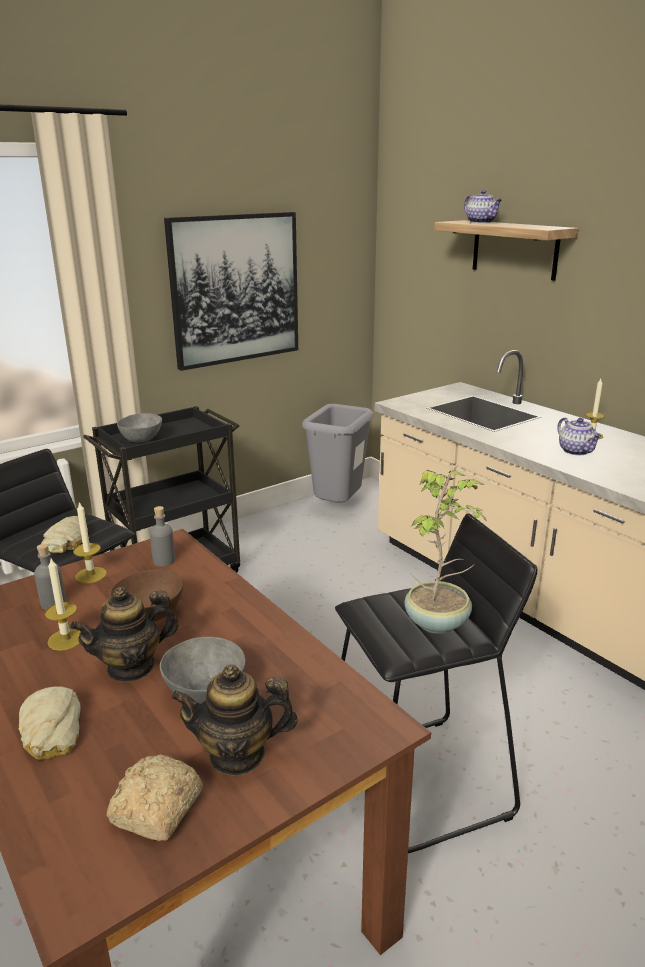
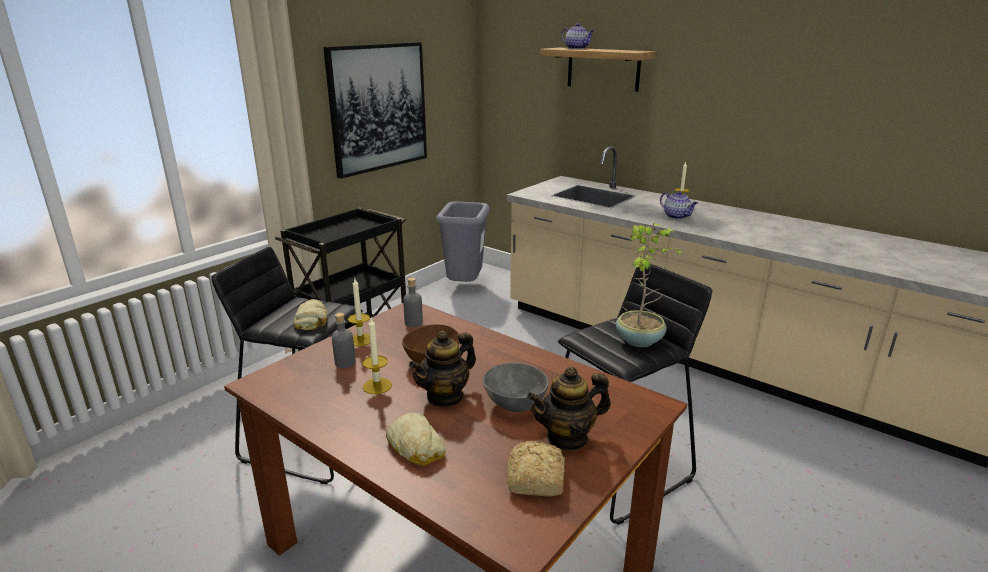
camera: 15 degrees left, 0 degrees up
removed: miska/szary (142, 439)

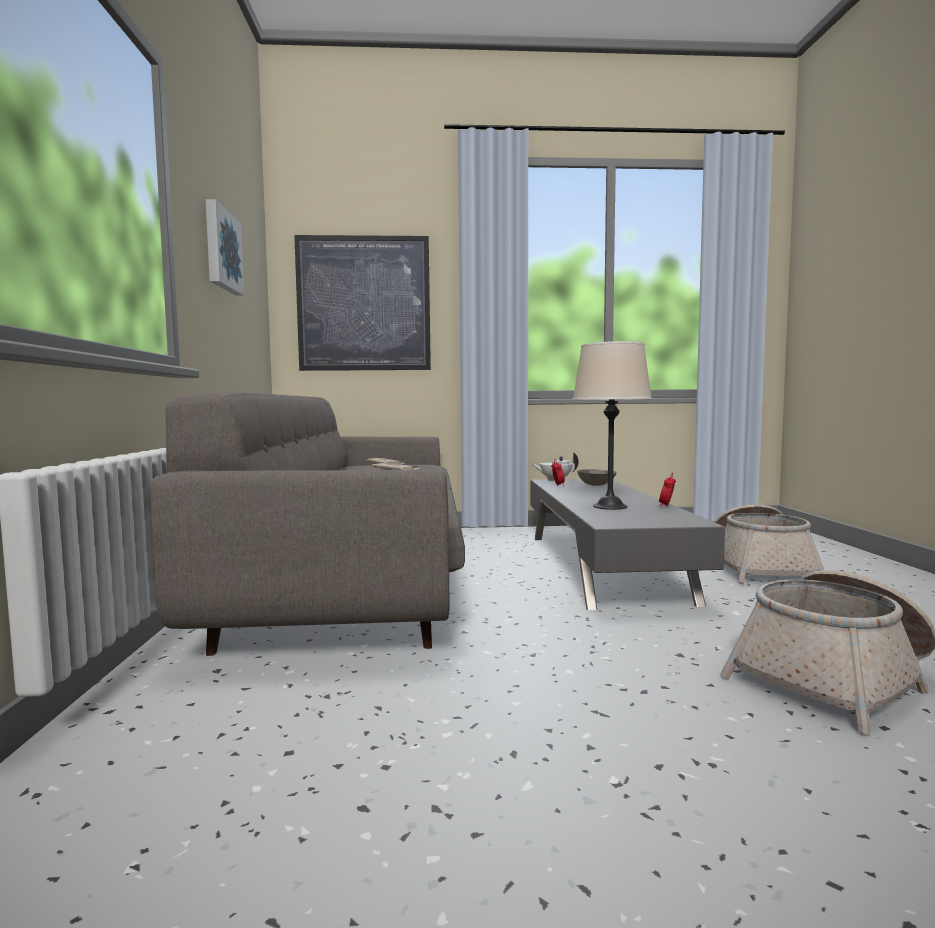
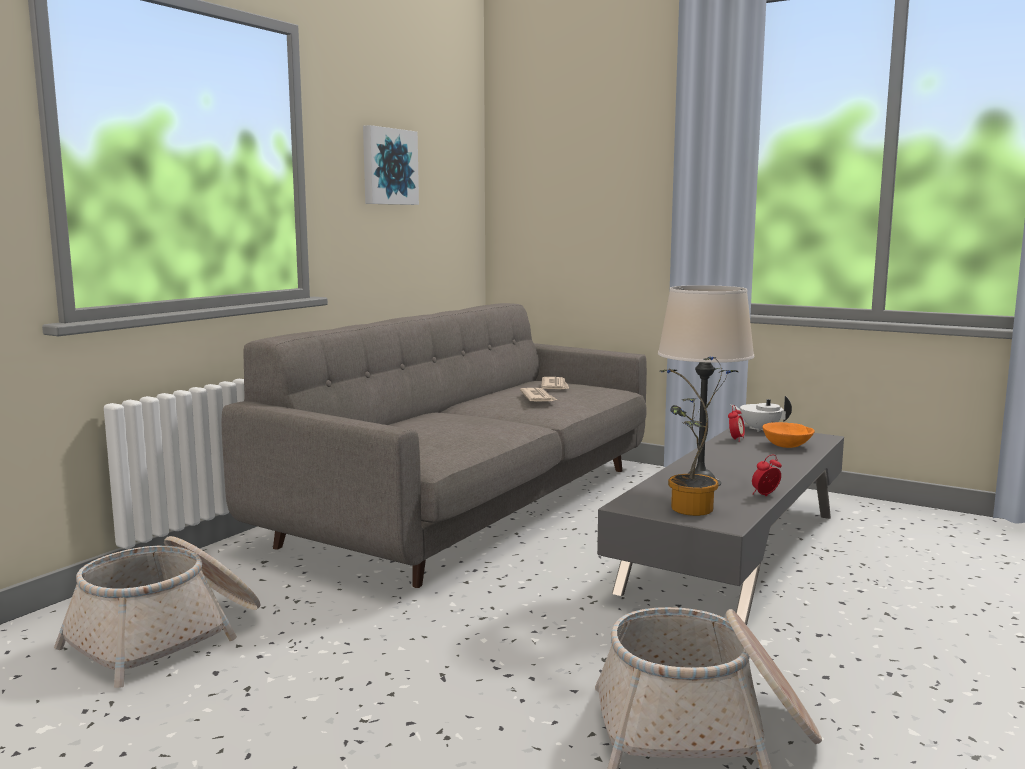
camera: 35 degrees right, 5 degrees up
removed: obraz (364, 304)
added: roślina doniczkowa (690, 511)
moved: koszyk (759, 568) to (168, 636)
recoloured: miska/szary (595, 485) to miska/pomarańczowy (786, 446)

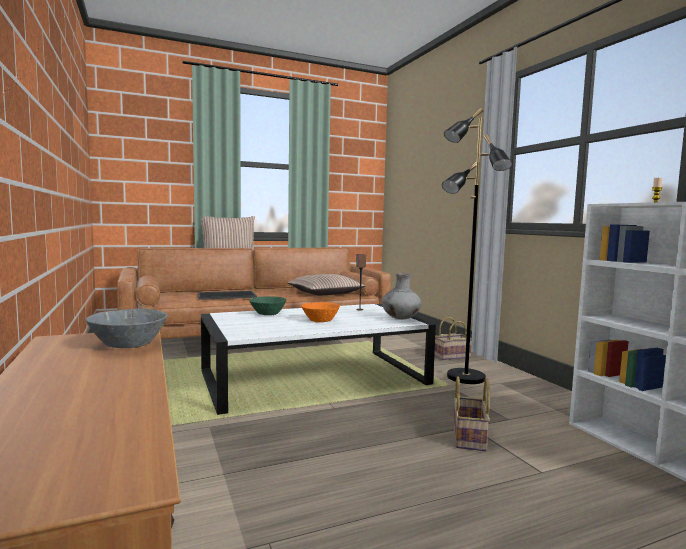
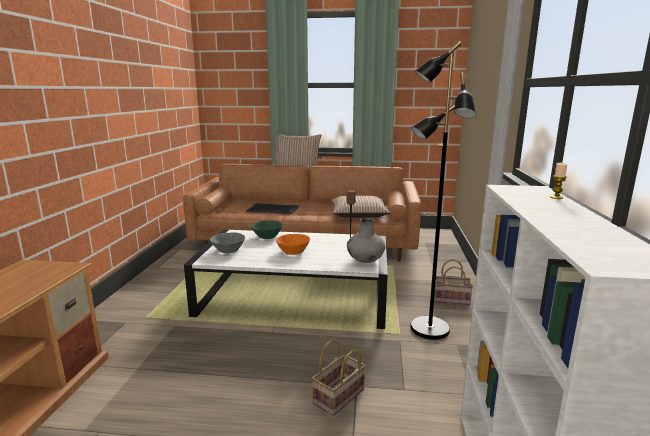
camera: 30 degrees right, 10 degrees up
moved: miska/szary (129, 344) to (228, 250)

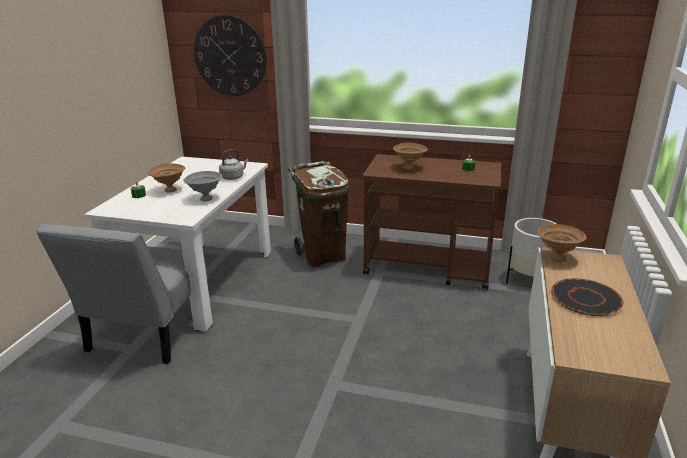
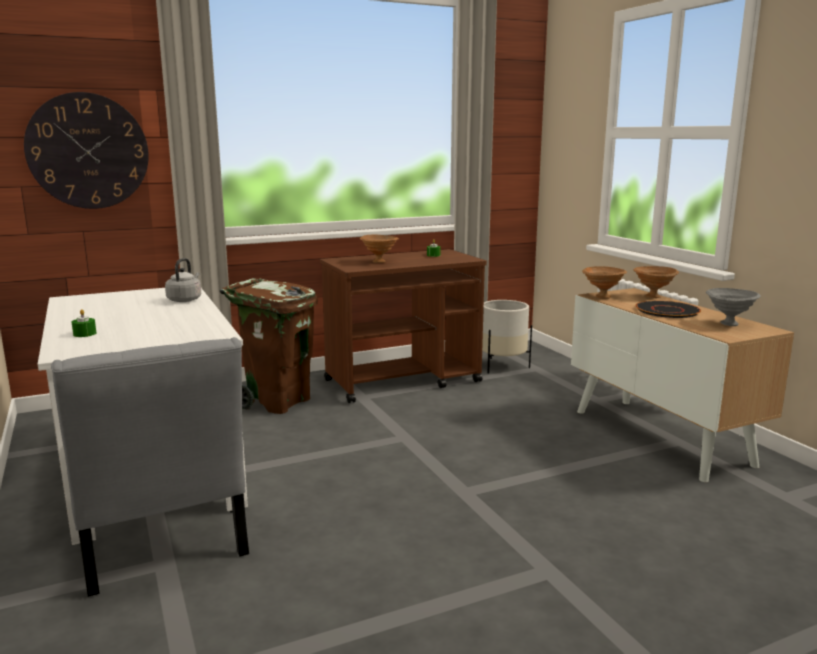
camera: 40 degrees left, 10 degrees down
moved: miska/brązowy (170, 190) to (654, 297); miska/szary (205, 199) to (729, 324)

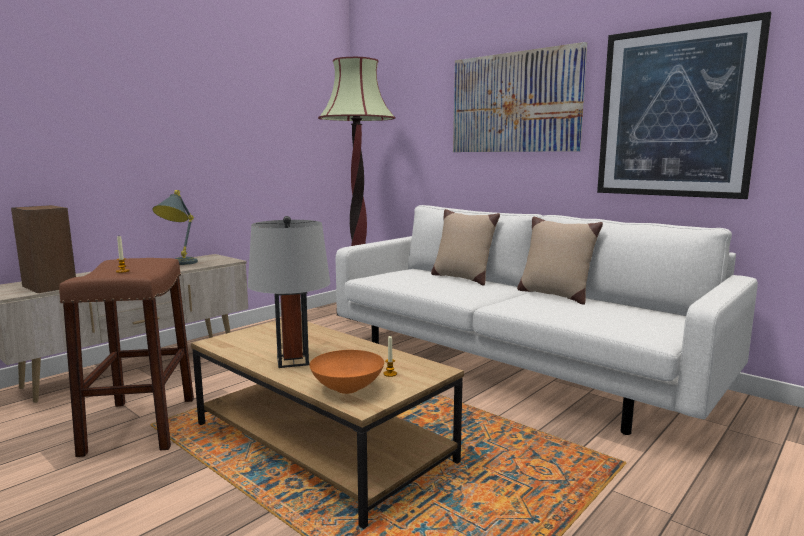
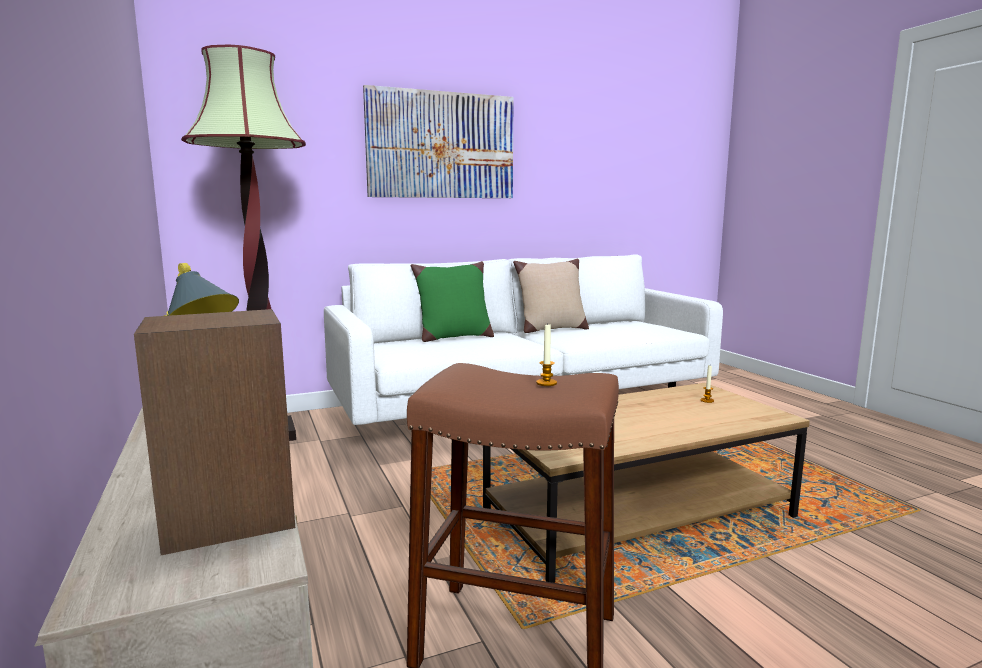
camera: 65 degrees left, 0 degrees up
removed: obraz (675, 112); lampa stołowa/szary (292, 361); miska/pomarańczowy (348, 389)
recoloured: poduszka/beżowy (462, 278) to poduszka/zielony (453, 337)

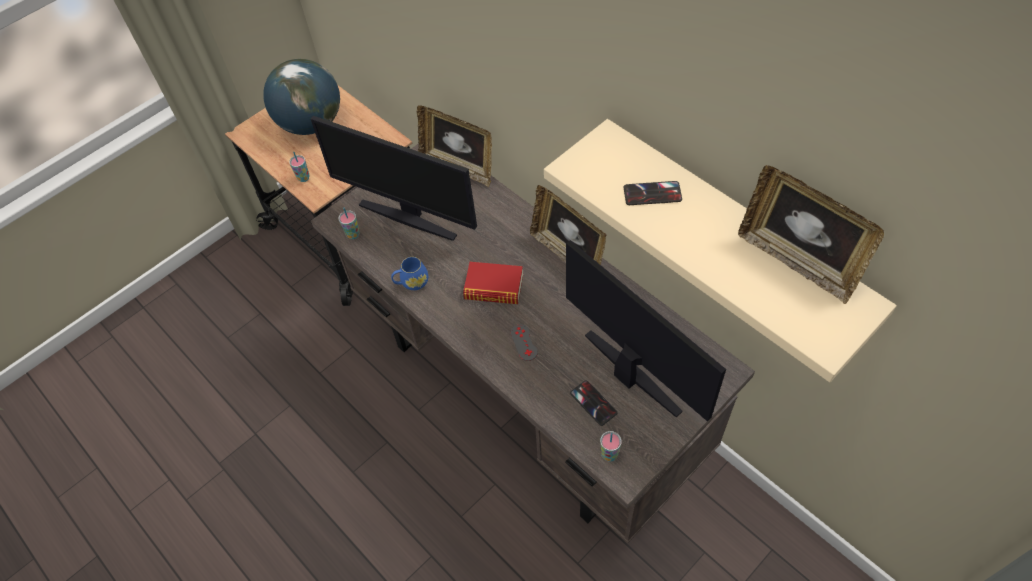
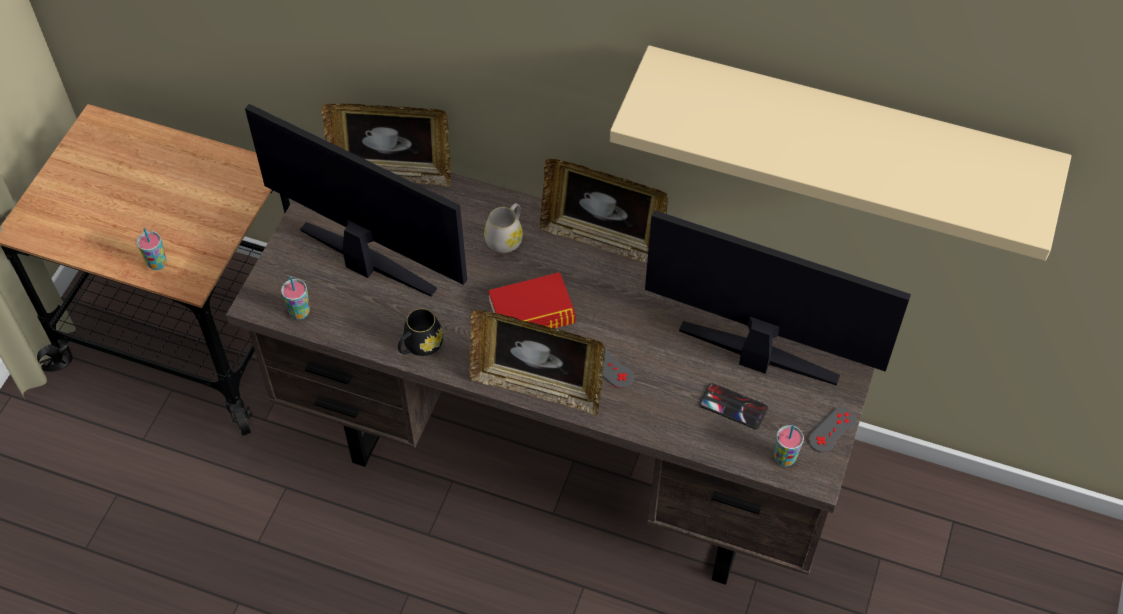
camera: 30 degrees left, 0 degrees up
removed: globus (311, 124); telefon (652, 194)
added: kubek/biały (506, 238); pad do gier/szary (832, 430)
moved: ramka na zdjęcie (797, 261) to (537, 386)
recoloured: kubek/niebieski (411, 282) to kubek/czarny (420, 346)
turned: monitor (409, 217) = (364, 263) 150 degrees counterclockwise

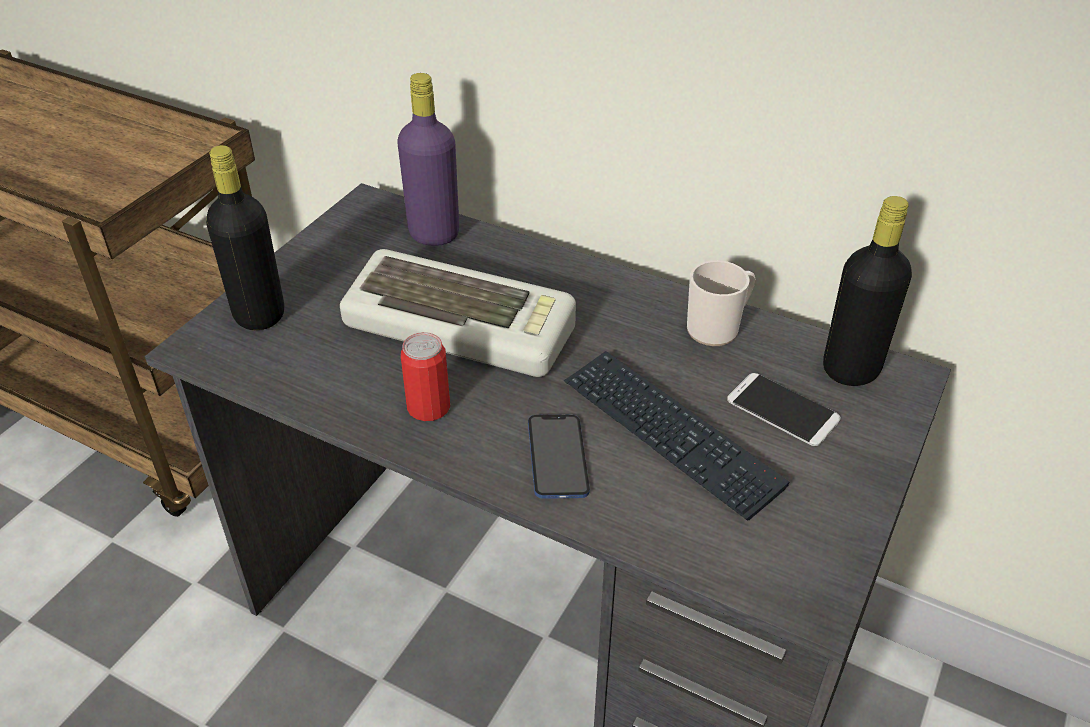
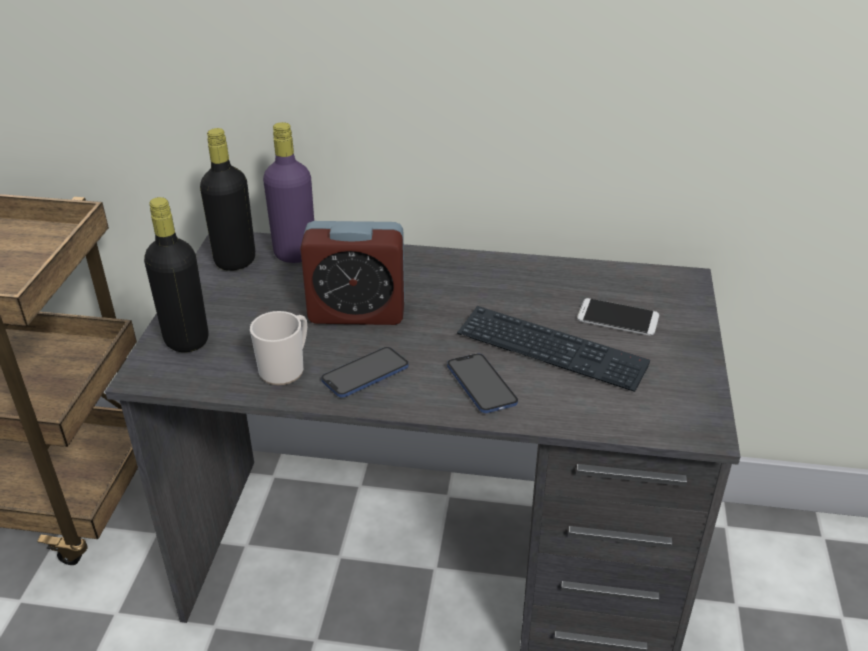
camera: 20 degrees left, 5 degrees down
moved: butelka/czarny (851, 369) to (235, 261); kubek (717, 328) to (286, 368)
replaced: klawiatura (463, 325) to budzik (357, 312); puszka (428, 407) to telefon (365, 374)

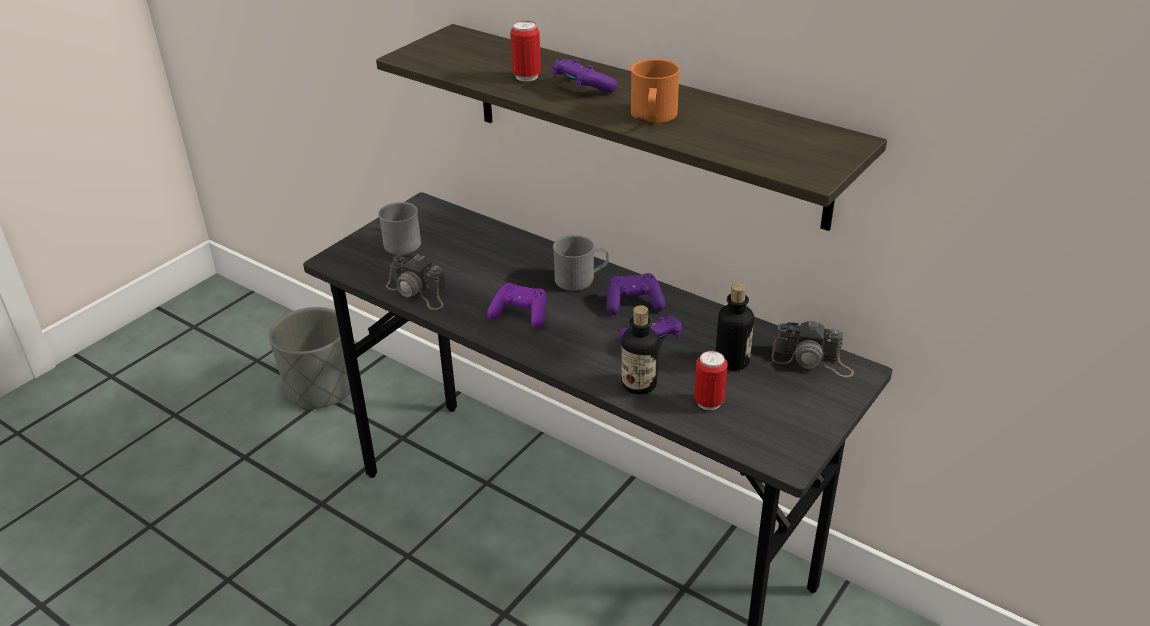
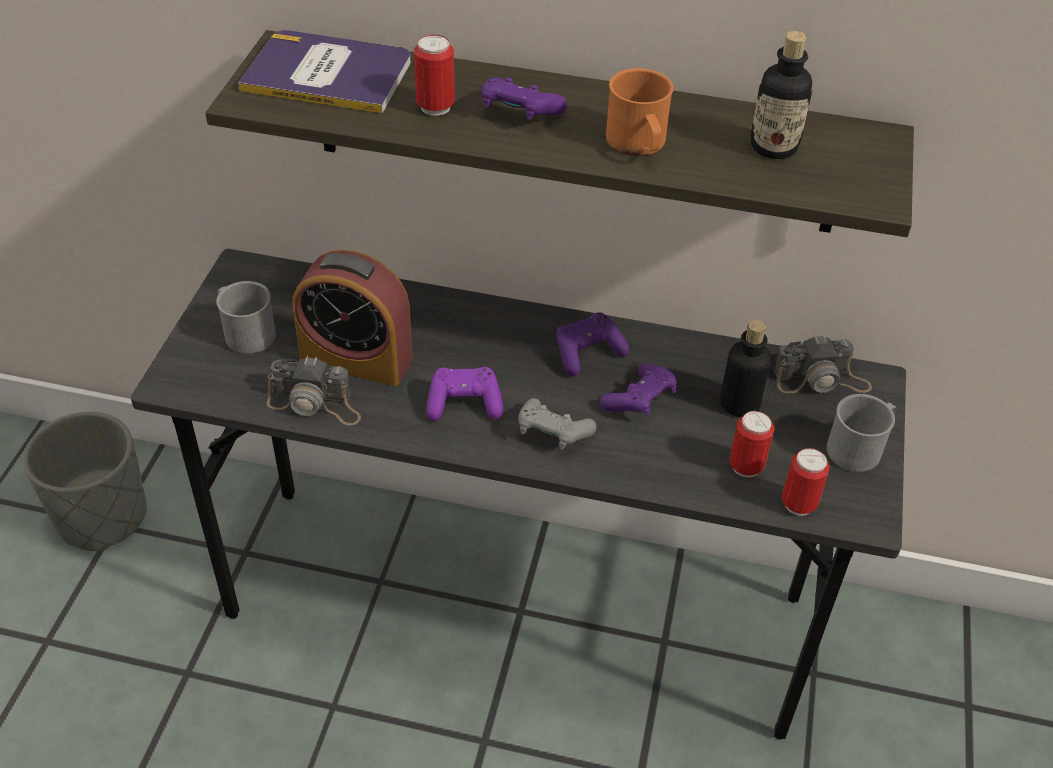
camera: 25 degrees left, 10 degrees up
added: książka (328, 74); budzik (356, 359); pad do gier/szary (552, 434); puszka (798, 504)
moved: kubek/szary (581, 279) to (860, 447); butelka (639, 384) to (773, 147)

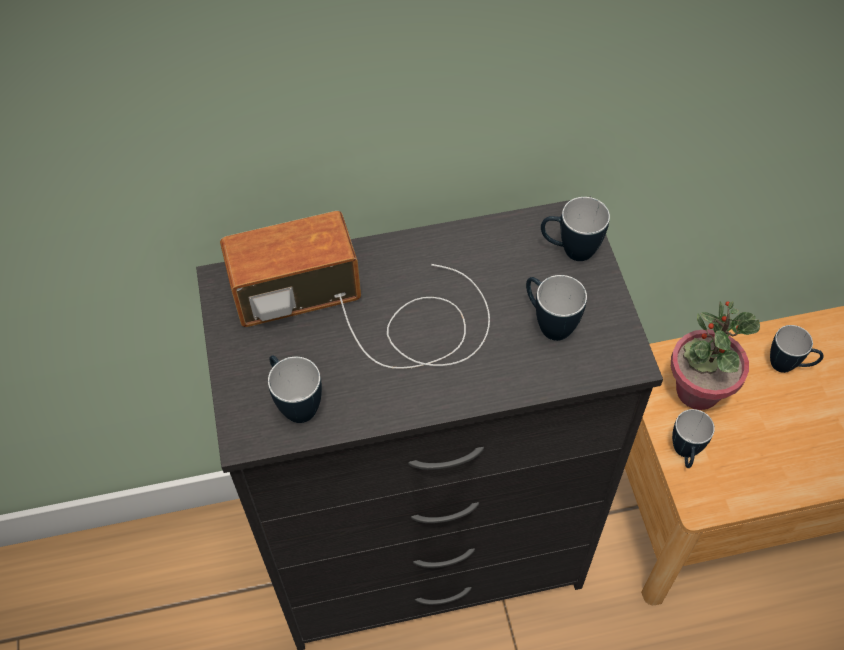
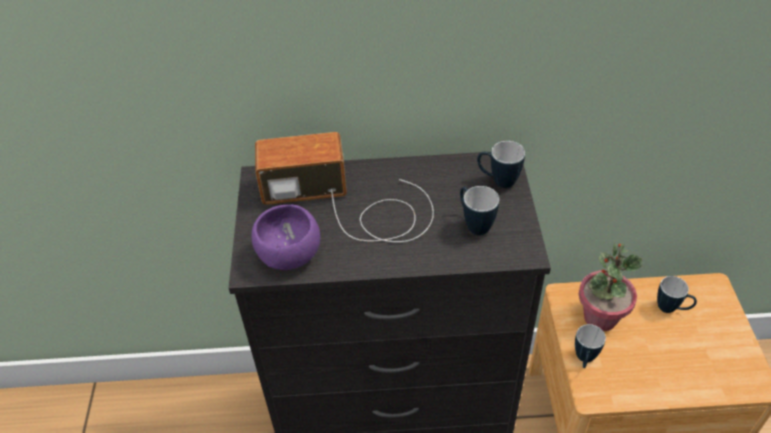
camera: 10 degrees right, 10 degrees down
replaced: kubek (295, 403) to miska/fioletowy (287, 254)

